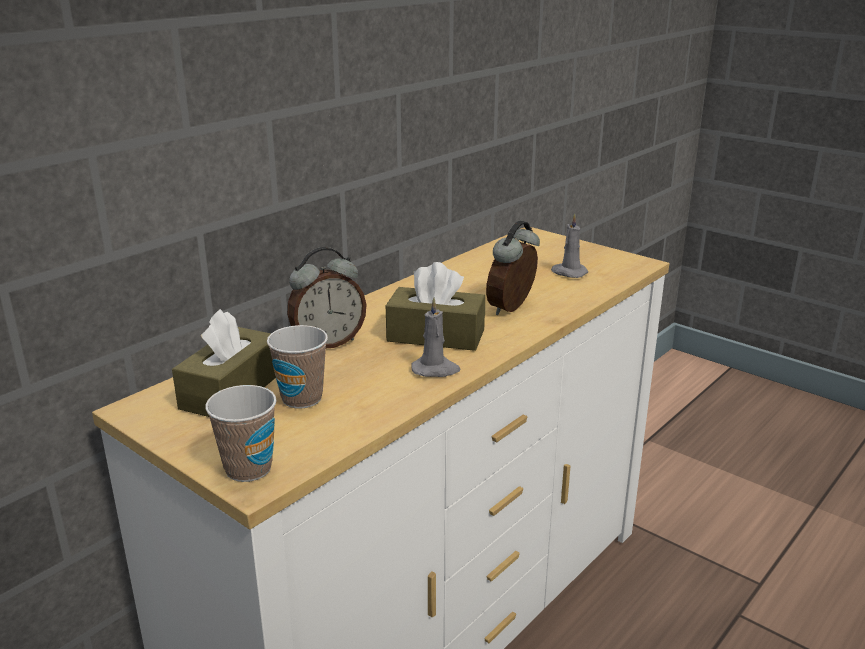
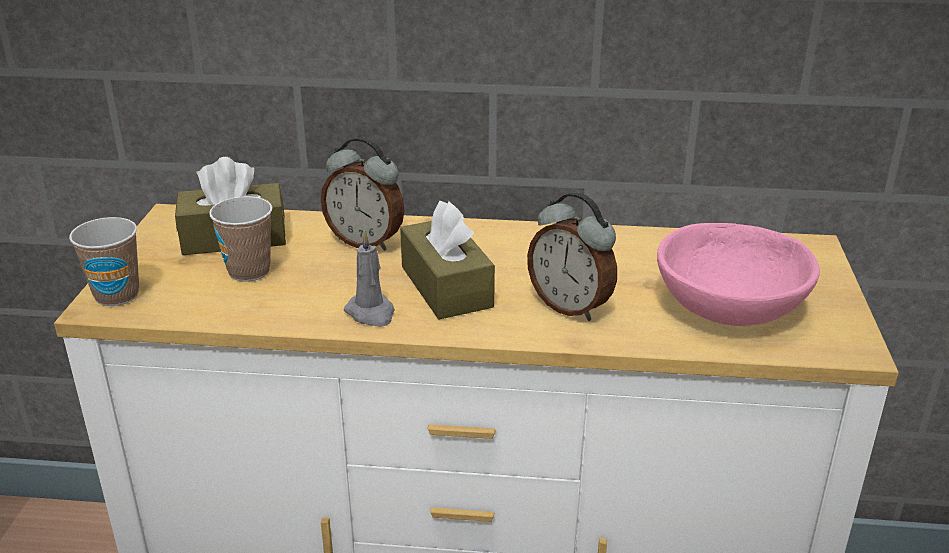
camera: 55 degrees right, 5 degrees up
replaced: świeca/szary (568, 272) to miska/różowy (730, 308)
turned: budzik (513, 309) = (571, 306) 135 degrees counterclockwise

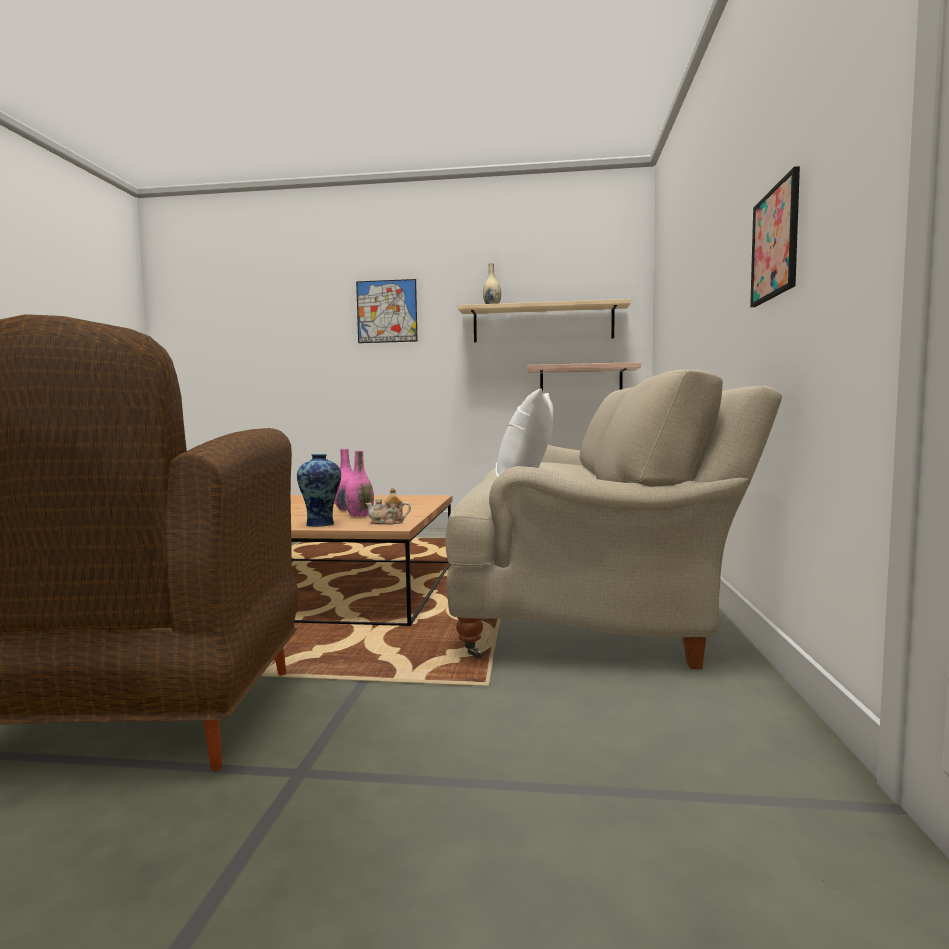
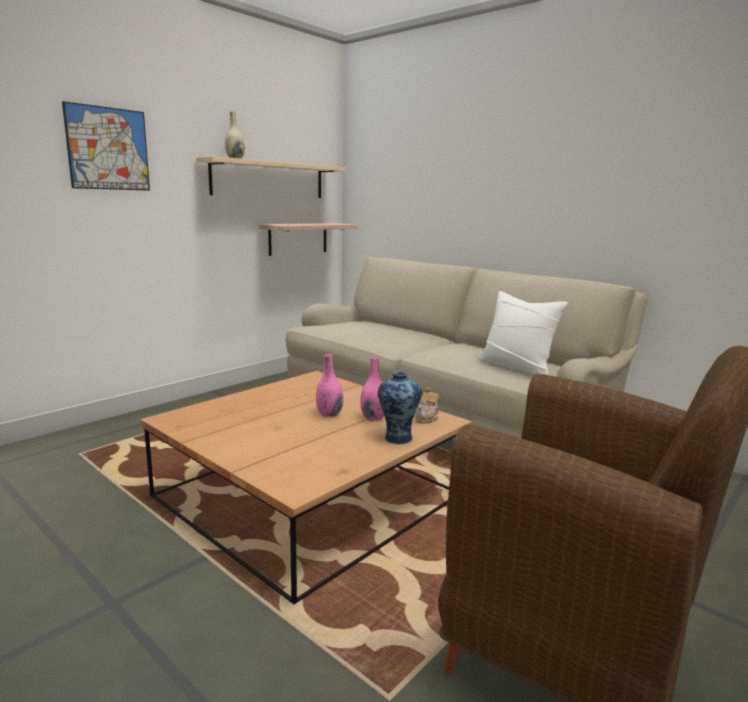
camera: 55 degrees left, 10 degrees up
removed: obraz (775, 243)

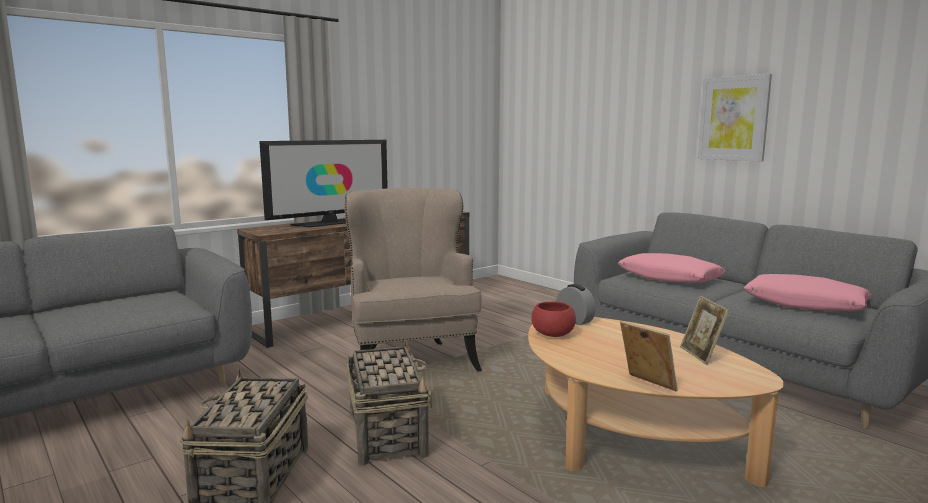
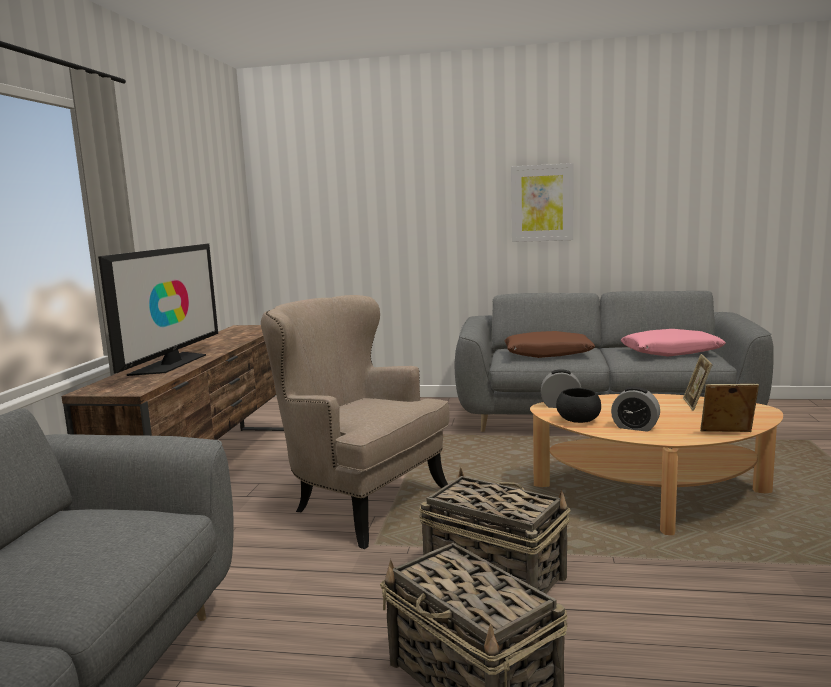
camera: 40 degrees left, 0 degrees up
added: budzik (635, 427)
recoloured: poduszka/różowy (669, 278) to poduszka/brązowy (548, 354); miska/czerwony (552, 334) to miska/czarny (578, 421)
turned: ramka na zdjęcie (701, 355) = (696, 404) 60 degrees clockwise

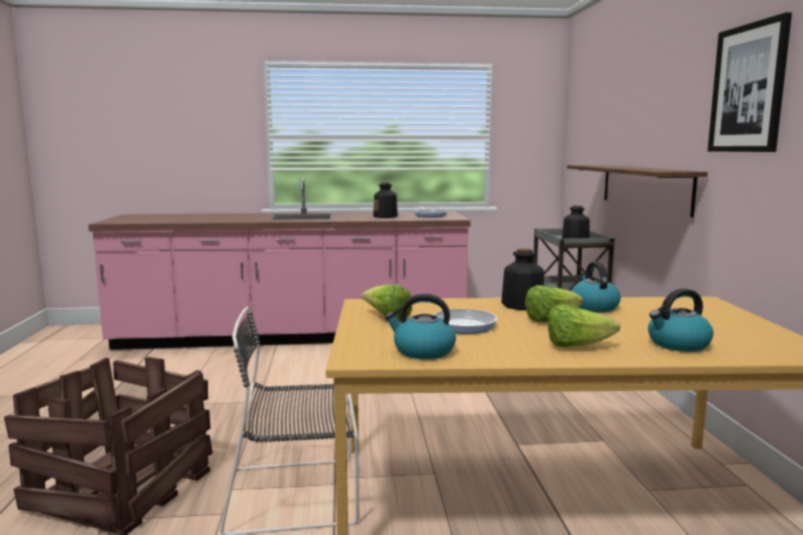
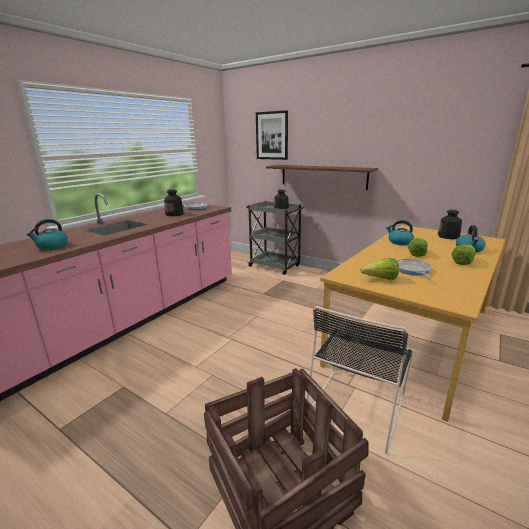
camera: 50 degrees left, 10 degrees up
moved: obraz (748, 88) to (272, 135); butelka (522, 305) to (448, 236); czajnik (423, 351) to (52, 246)

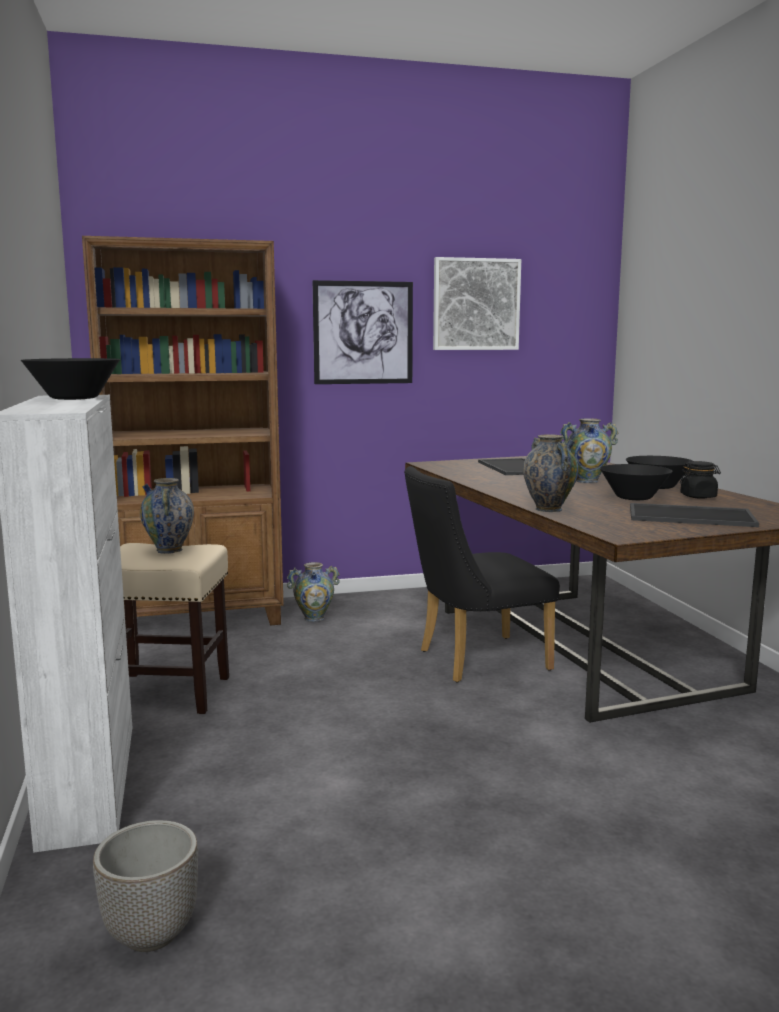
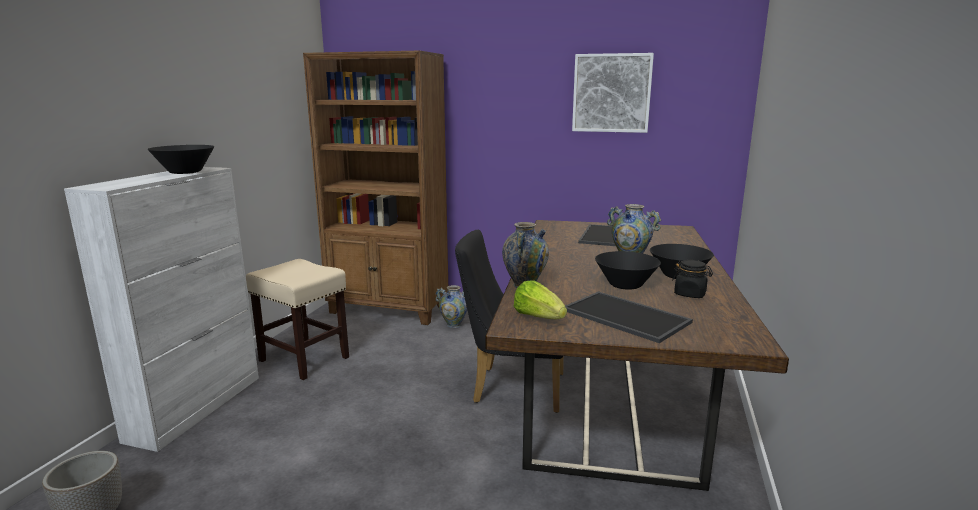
camera: 30 degrees right, 5 degrees up
removed: obraz (363, 333); wazon (169, 550)
added: sałata (538, 317)

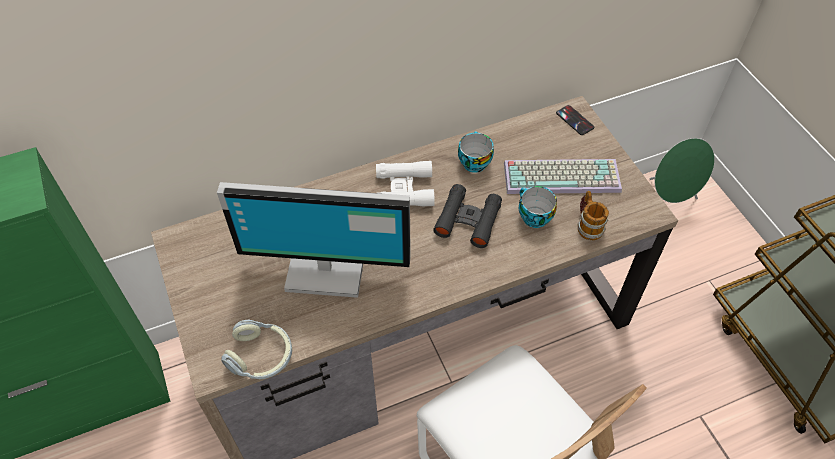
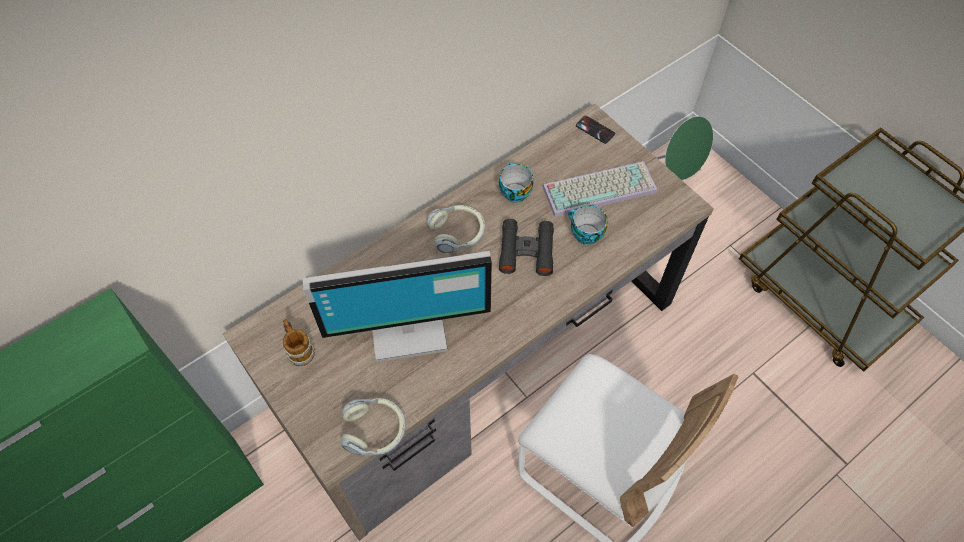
camera: 15 degrees left, 5 degrees up
moved: kubek (588, 225) to (299, 349)
replaced: lornetka/biały (404, 189) to słuchawki (457, 233)

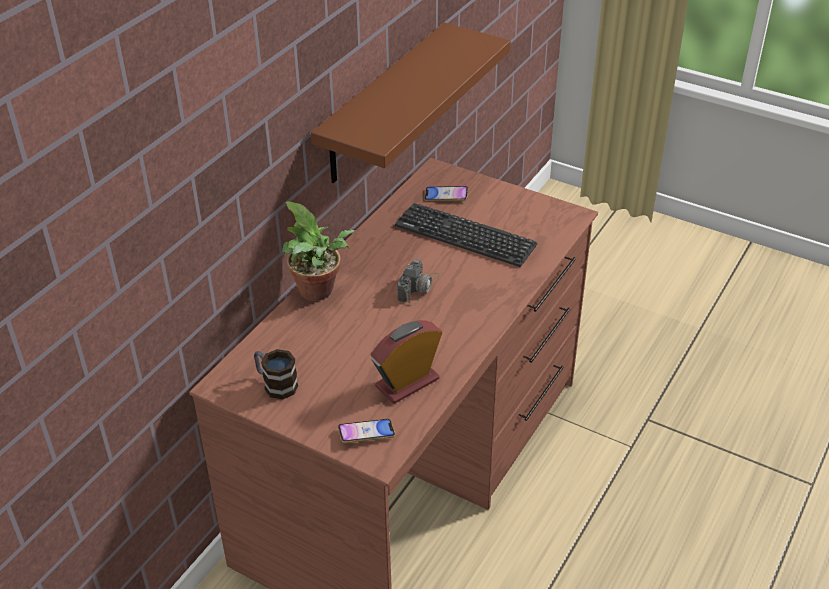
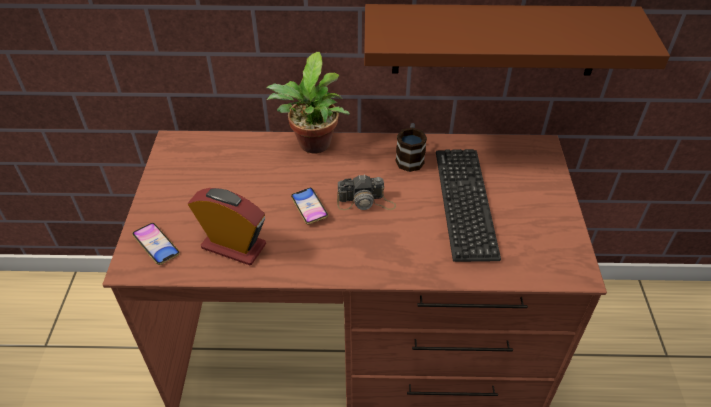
camera: 60 degrees right, 5 degrees up
moved: telefon (446, 196) to (309, 208); kubek (275, 384) to (410, 157)

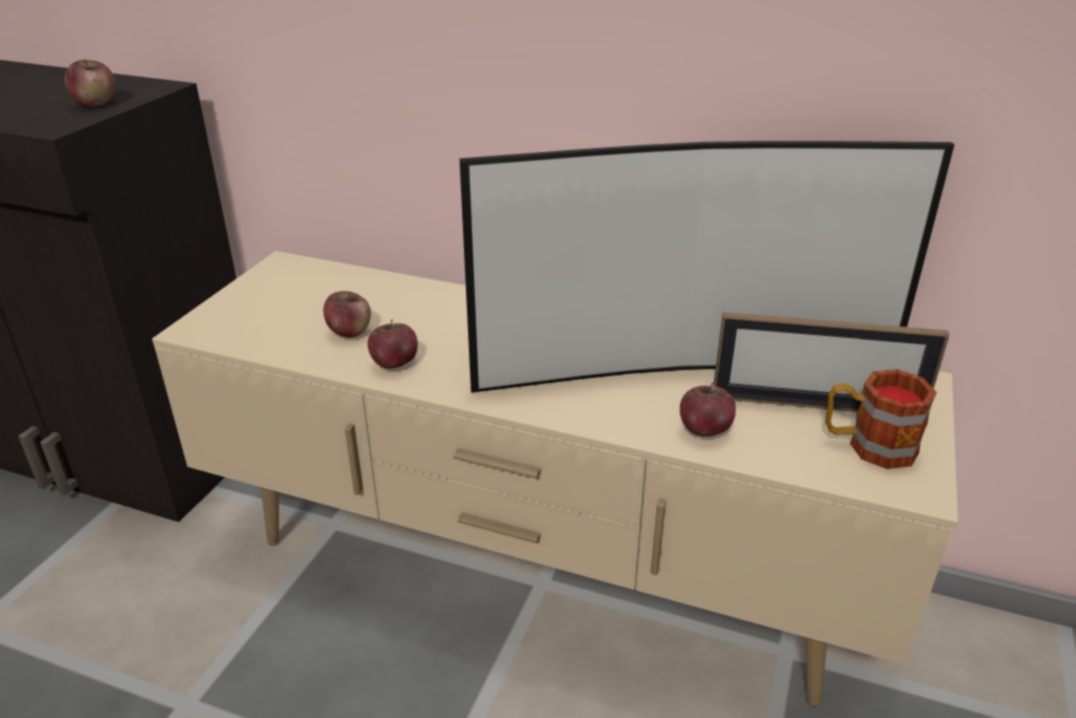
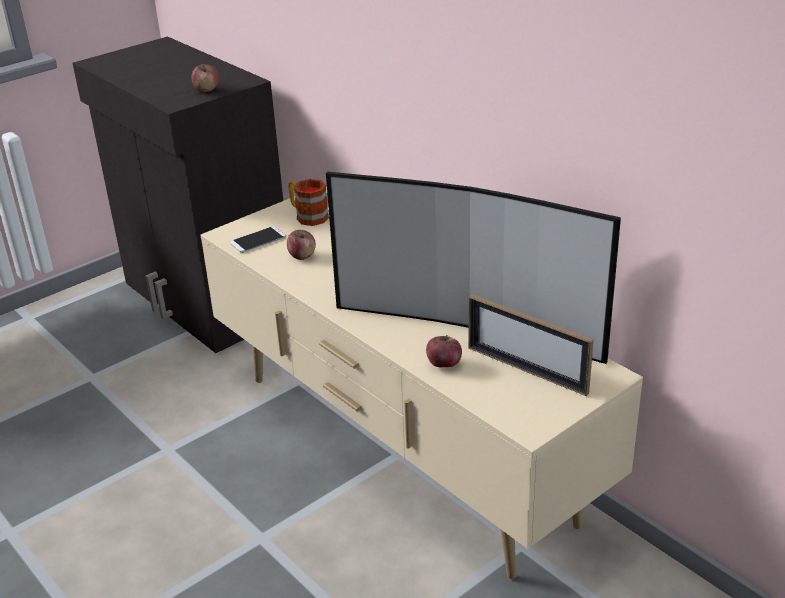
camera: 30 degrees right, 0 degrees up
removed: jabłko (394, 363)
added: telefon (258, 240)
moved: kubek (868, 446) to (307, 216)

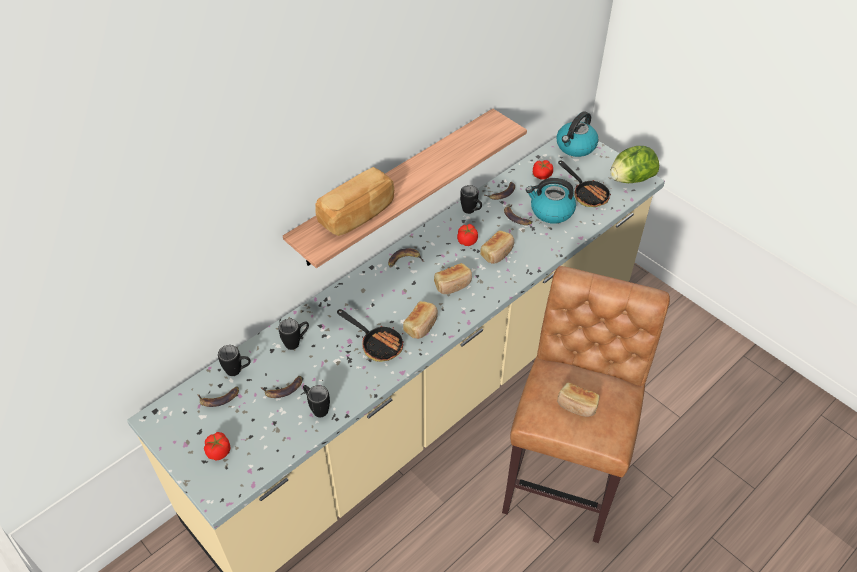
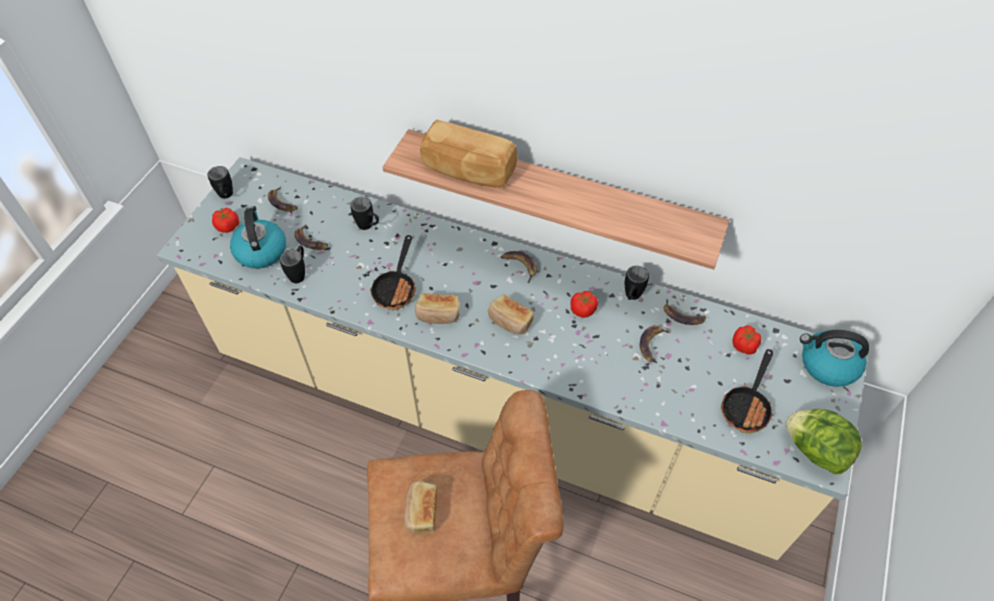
camera: 65 degrees right, 5 degrees up
removed: chleb (497, 253)
moved: czajnik (551, 211) to (260, 251); kubek/czarny (238, 371) to (226, 197)

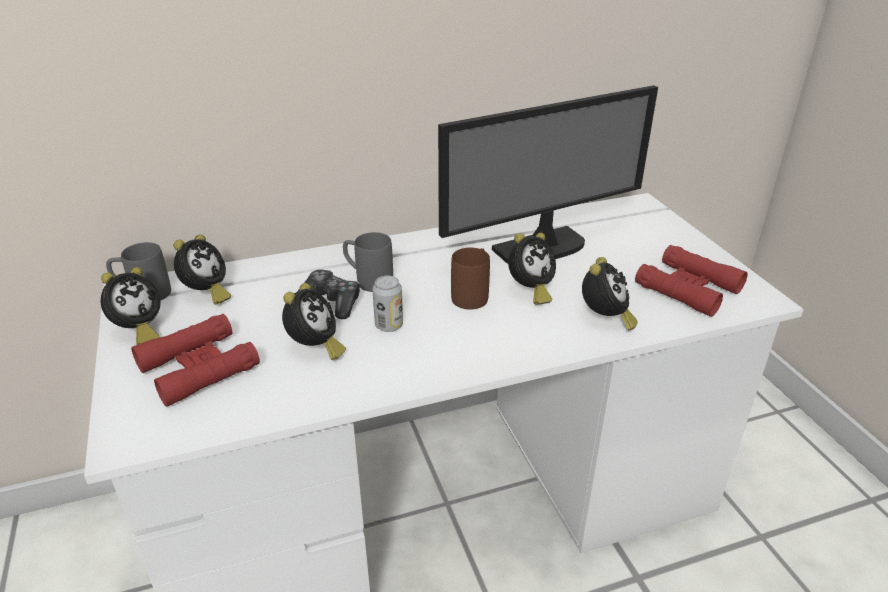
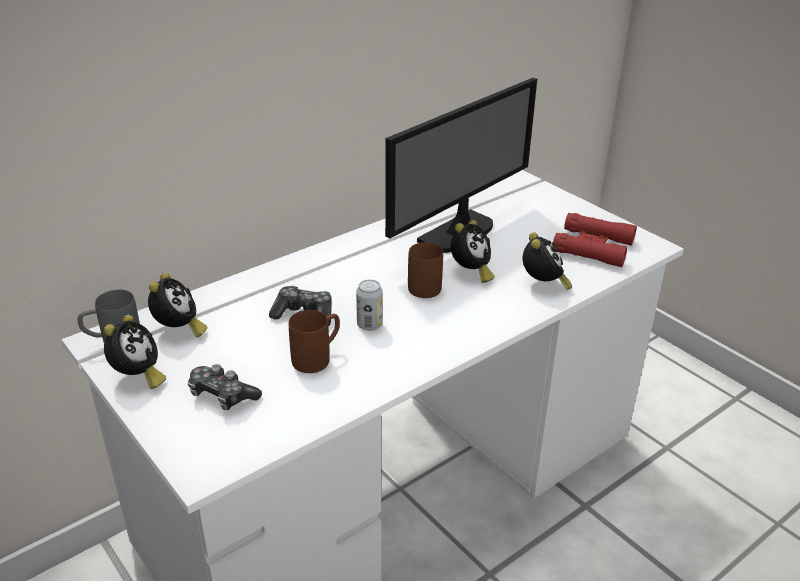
camera: 20 degrees left, 0 degrees up
removed: kubek/szary (368, 280)
replaced: budzik (315, 348) to kubek/brązowy (318, 357); lornetka/czerwony (198, 367) to pad do gier (222, 395)

